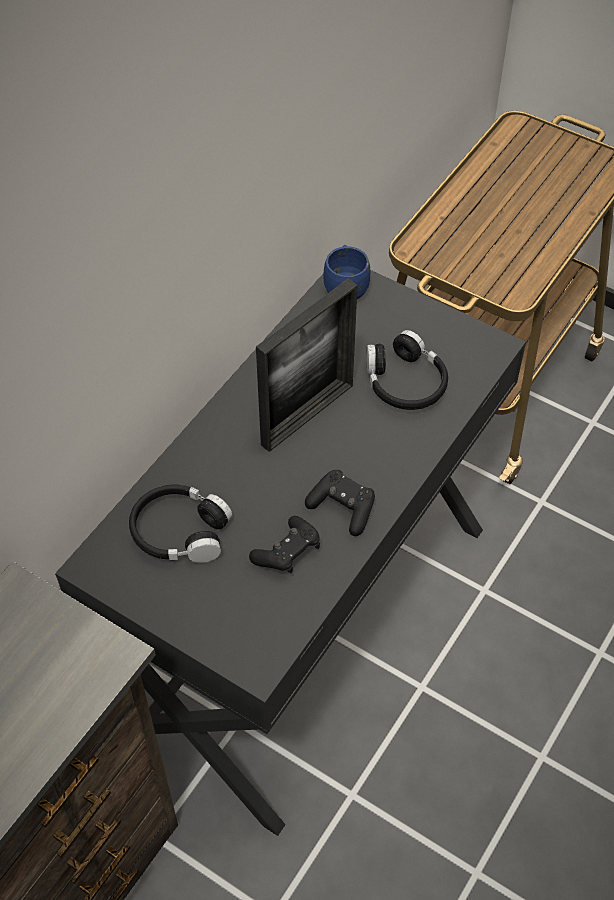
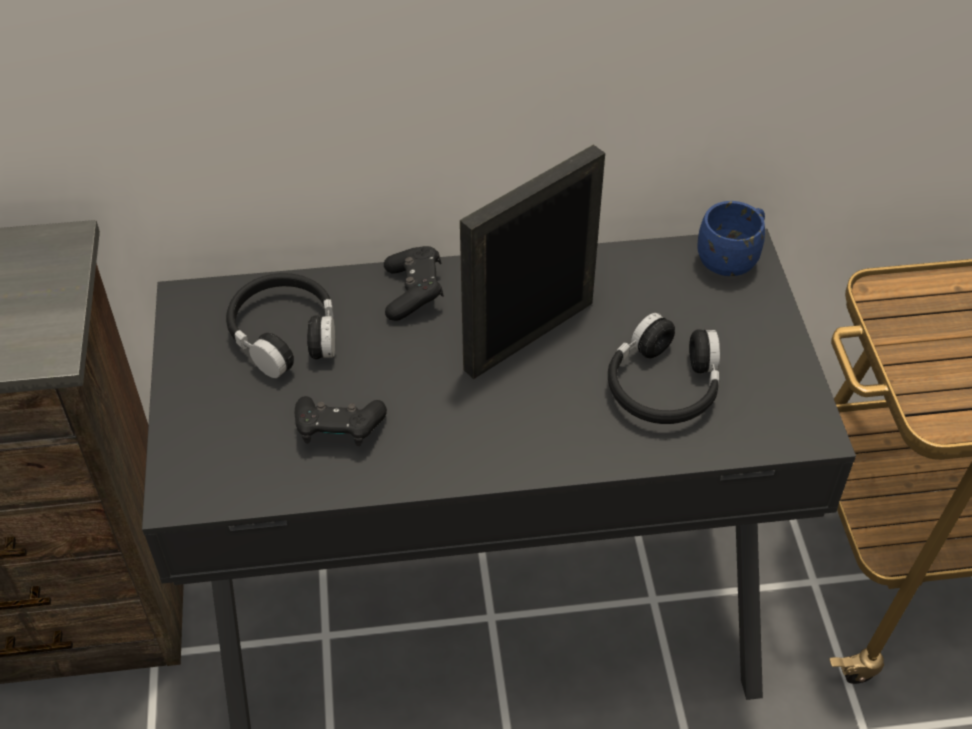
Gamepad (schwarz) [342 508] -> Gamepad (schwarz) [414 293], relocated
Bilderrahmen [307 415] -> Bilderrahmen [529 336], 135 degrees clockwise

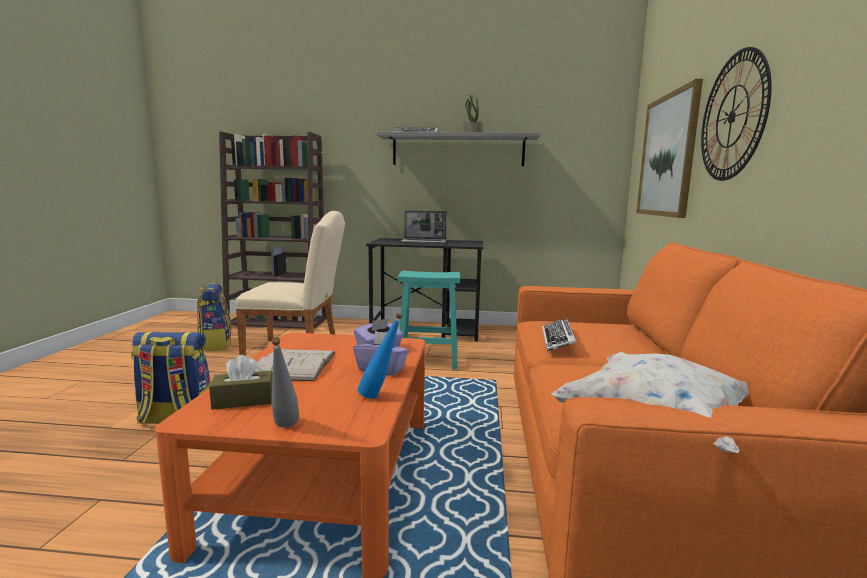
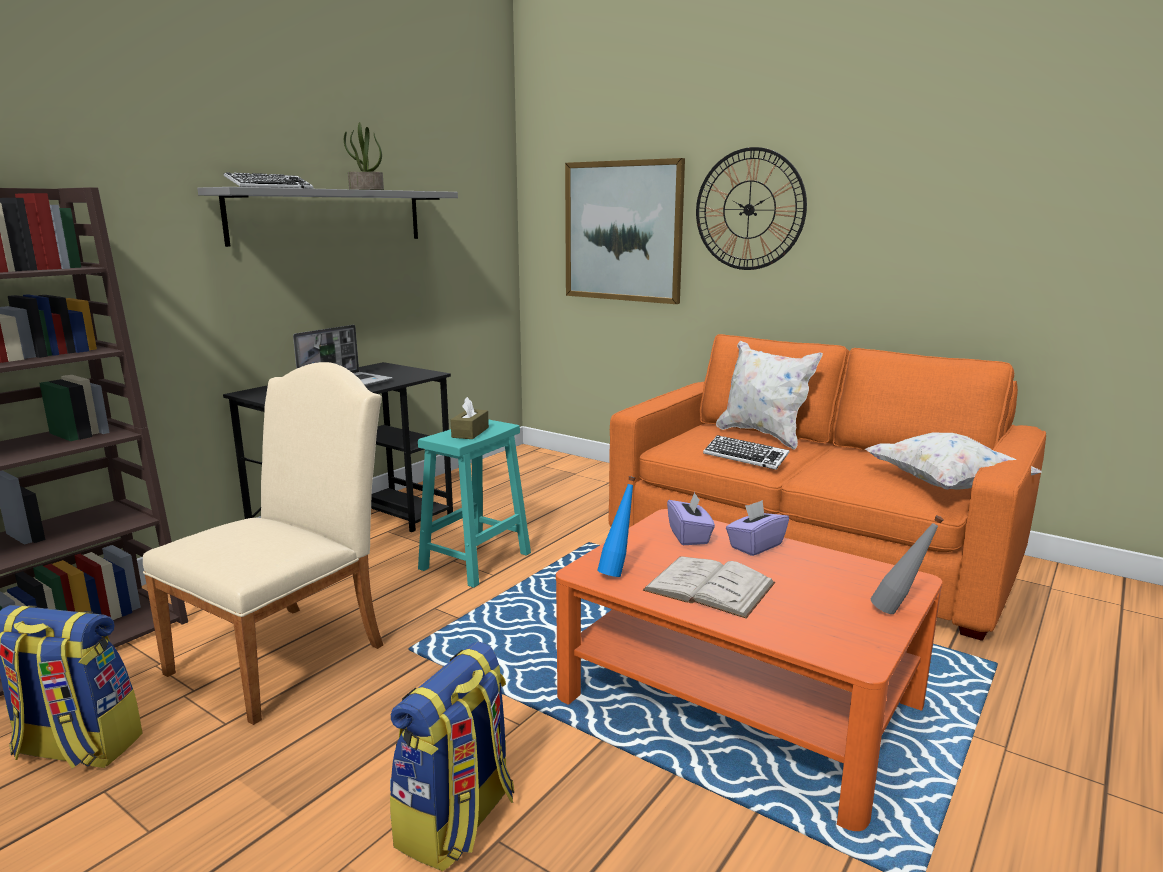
Taschentuchbox (braun) [243 400] -> Taschentuchbox (braun) [470 432], relocated
Flasche (blau) [380 397] -> Flasche (blau) [617 572], relocated
none -> Kissen (weiß) [763 435]

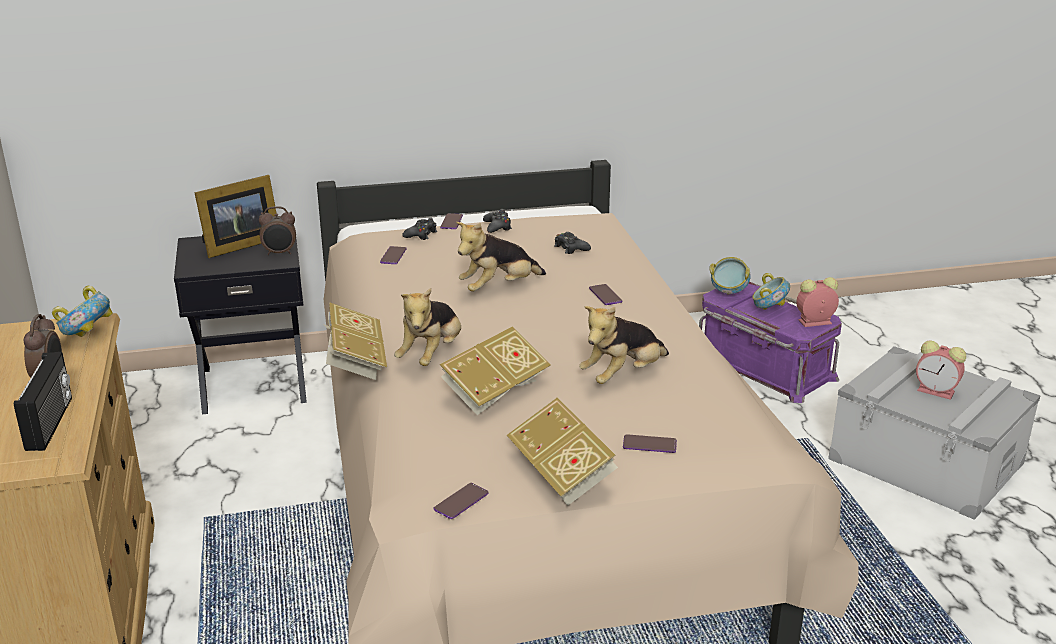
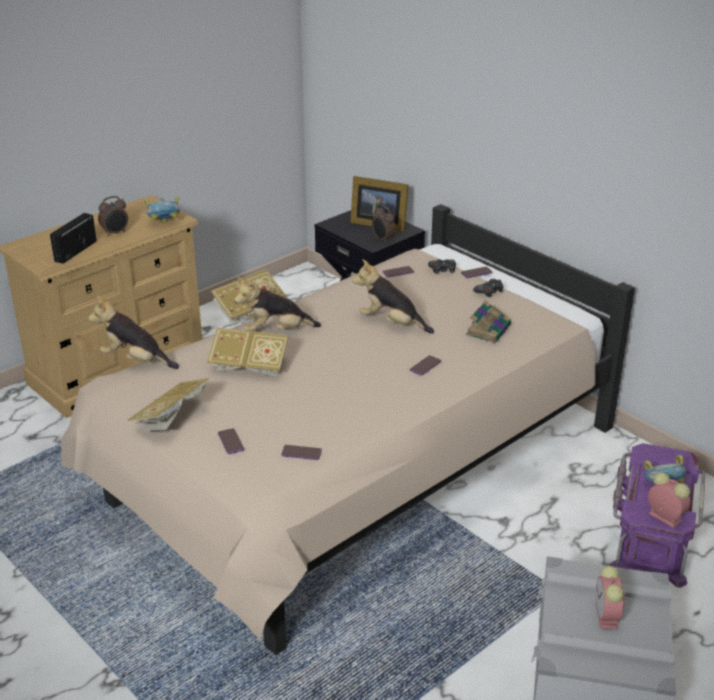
Radio [51 423] -> Radio [75 251], 150 degrees clockwise
Plüschtier [623 375] -> Plüschtier [135 360], relocated
Handy [461 502] -> Handy [301 453], relocated
Gamepad (schwarz) [571 248] -> Buch [488 329]
Schüssel [728 292] -> none

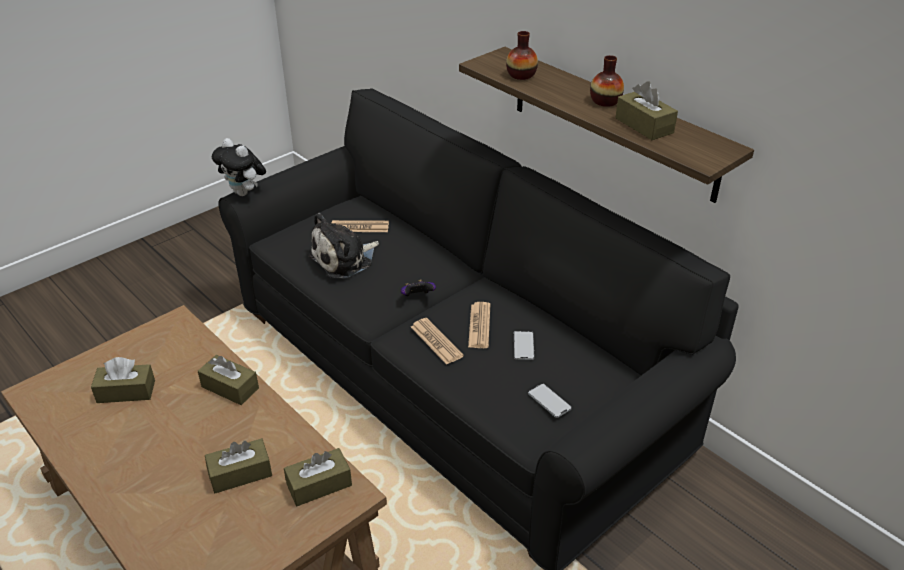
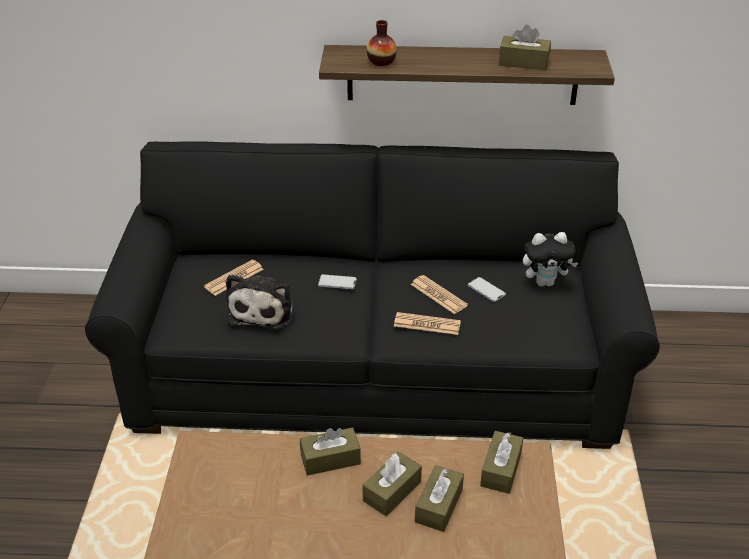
Handy [549 401] -> Handy [337 282], relocated
Taschentuchbox (braun) [126 391] -> Taschentuchbox (braun) [392 491], relocated
Plüschtier [244 193] -> Plüschtier [545 282], relocated
Gamepad [417 297] -> none
Vase [605 101] -> none

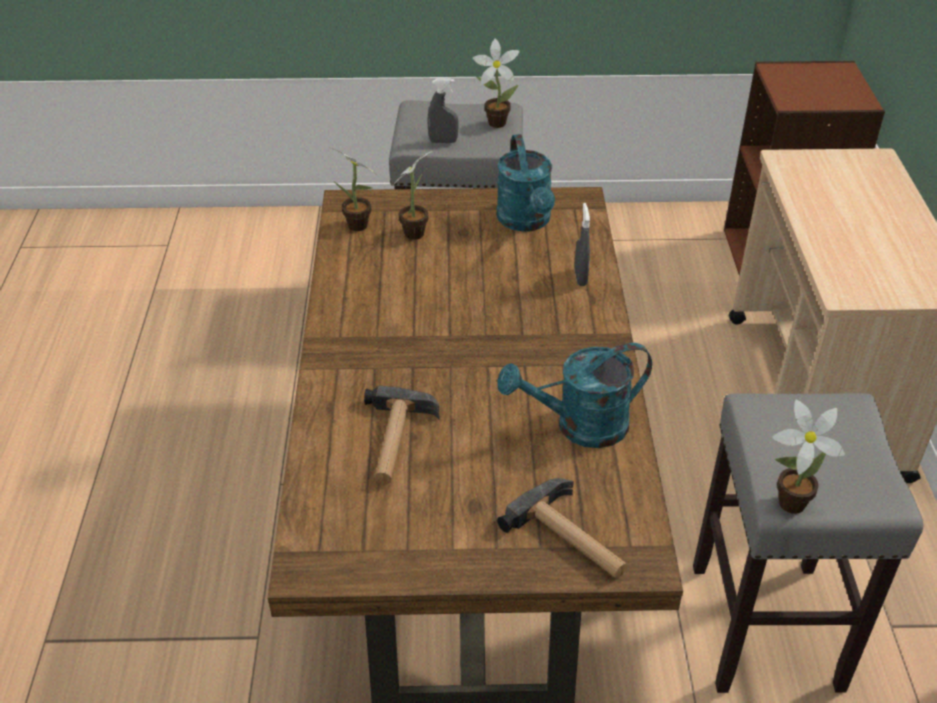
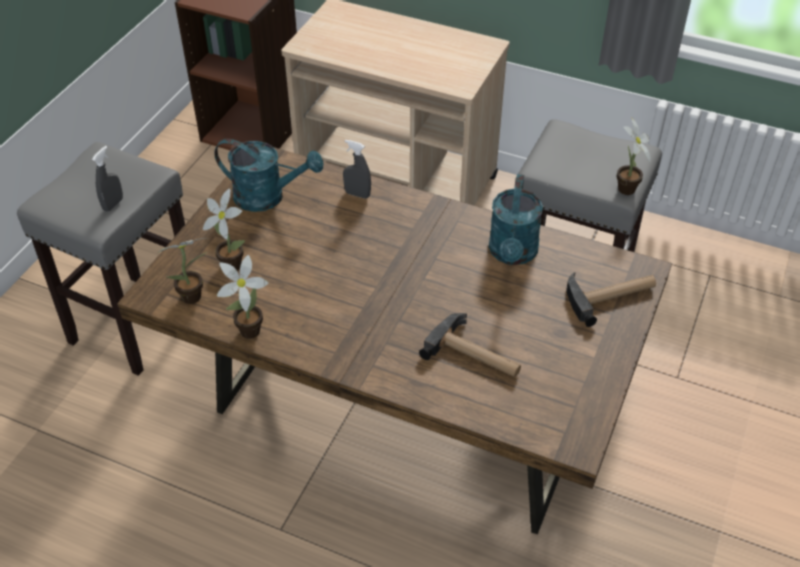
Topfpflanze [494 122] -> Topfpflanze [246 333], relocated

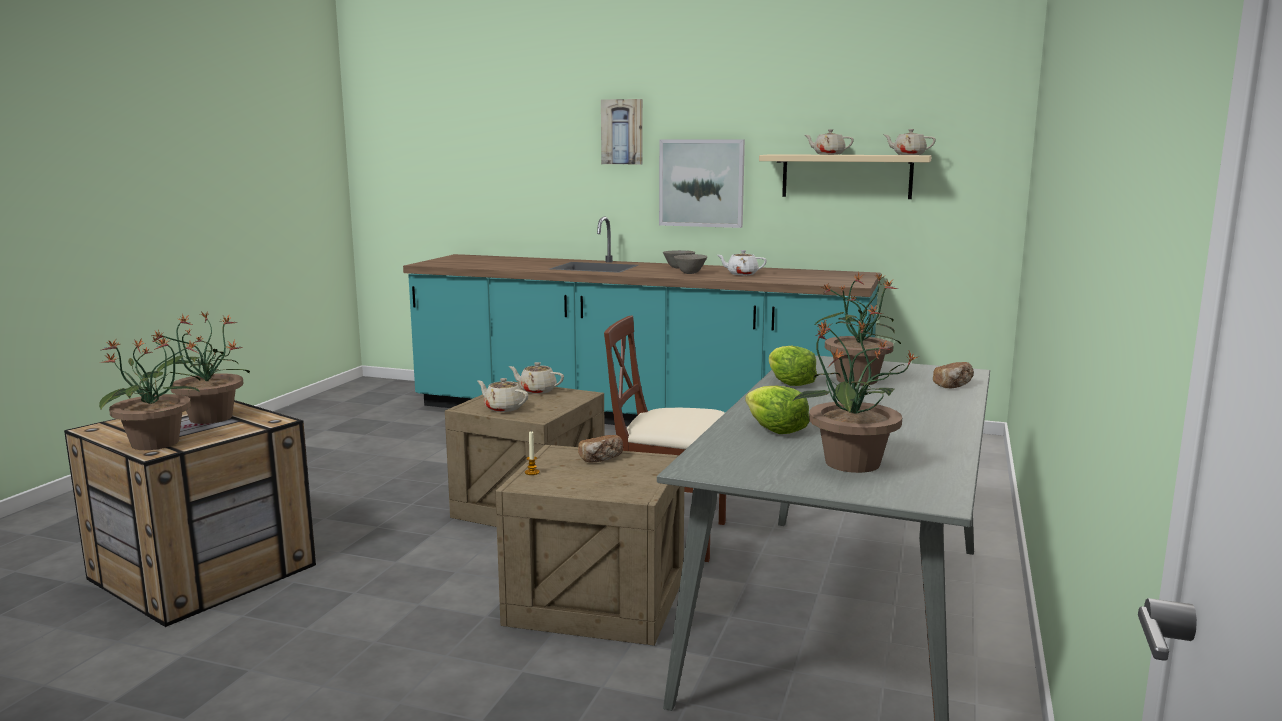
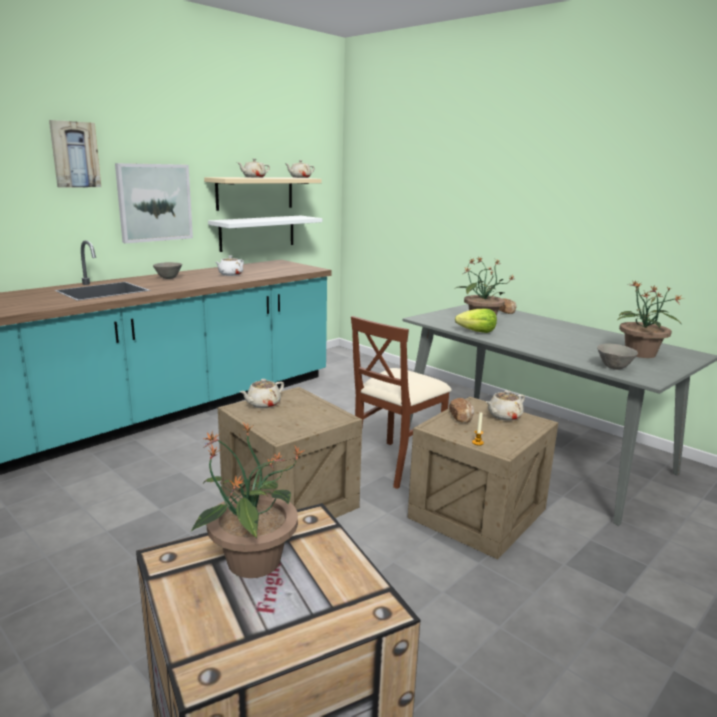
none -> Wandregal (weiß) [257 233]
Teekanne (beige) [503 408] -> Teekanne (beige) [503 416], relocated
Schüssel (grau) [690 273] -> Schüssel (grau) [614 368], relocated
Topfpflanze [156 443] -> none
Salatkopf [775 429] -> none

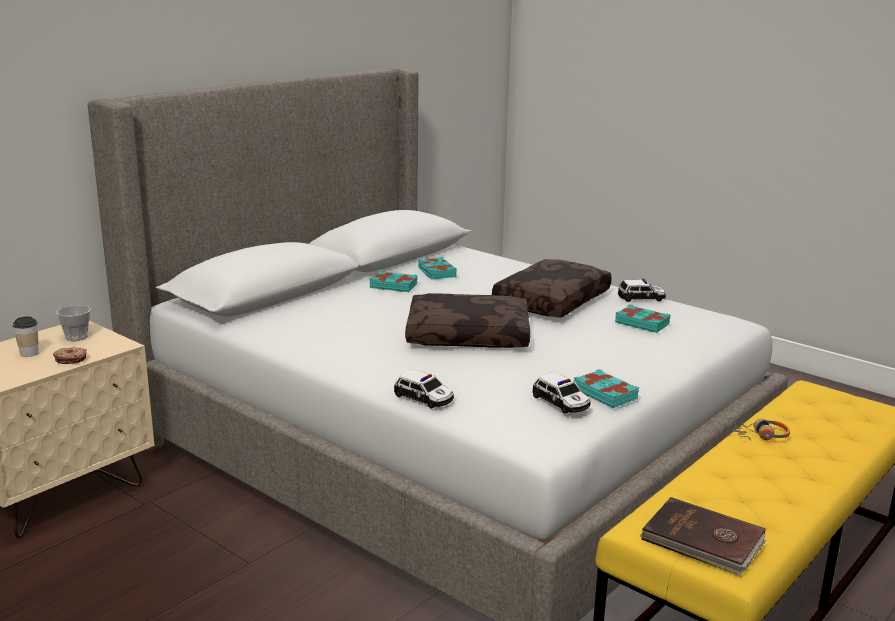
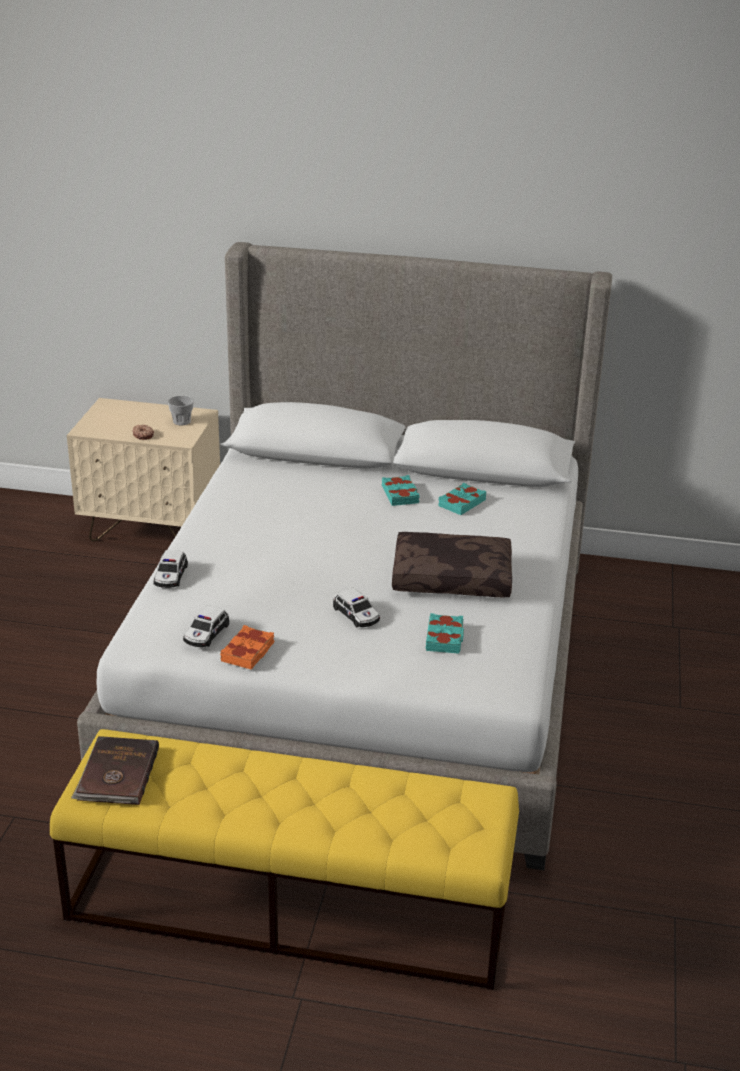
Buch (türkis) [605 394] -> Buch (orange) [248 652]
Spielzeugauto [641 297] -> Spielzeugauto [356 615], relocated
Tasse [29 353] -> none
Kissen (braun) [469 335] -> none
Kopfhörer [758 435] -> none

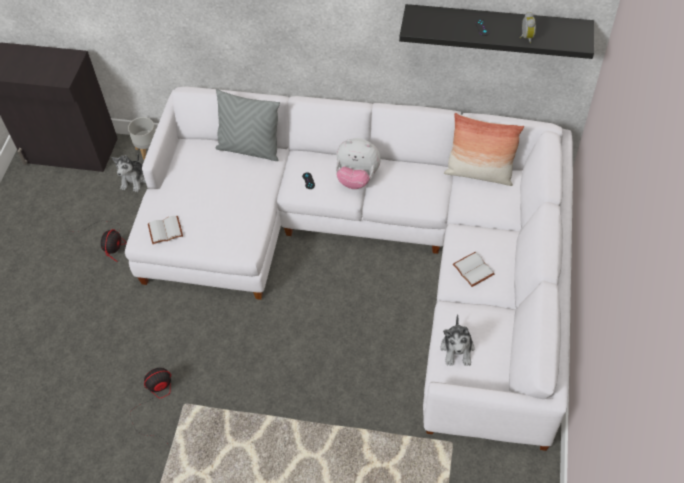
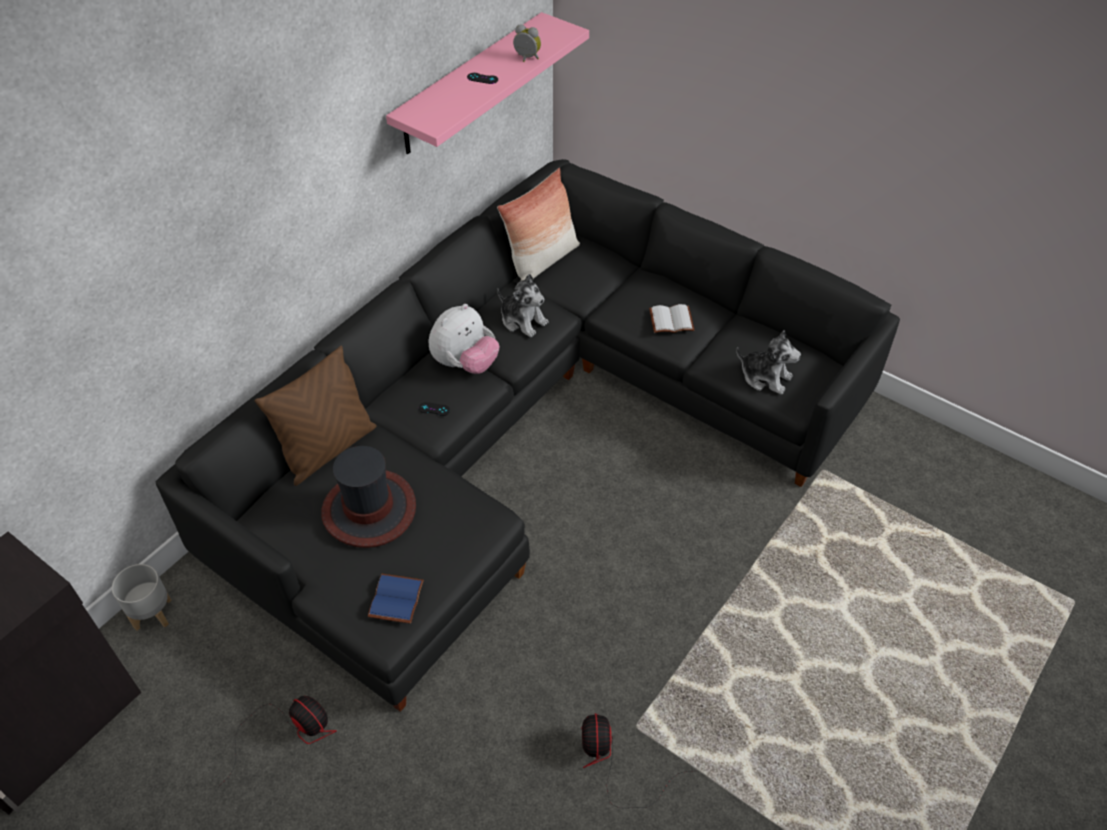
Sofa (weiß) [373 250] -> Sofa (schwarz) [527 430]
Kissen (grau) [249 149] -> Kissen (braun) [328 449]
none -> Hut [369 510]
Buch (weiß) [165 231] -> Buch (blau) [397 600]
Wandregal (schwarz) [496 28] -> Wandregal (rosa) [470 84]
Plüschtier [134 180] -> Plüschtier [523 320], relocated

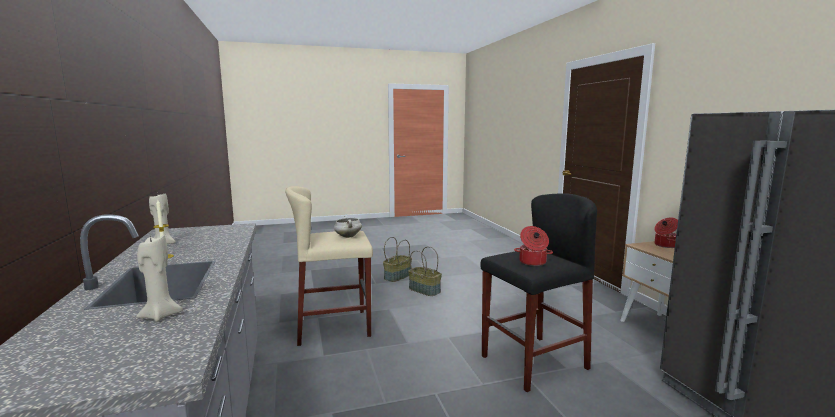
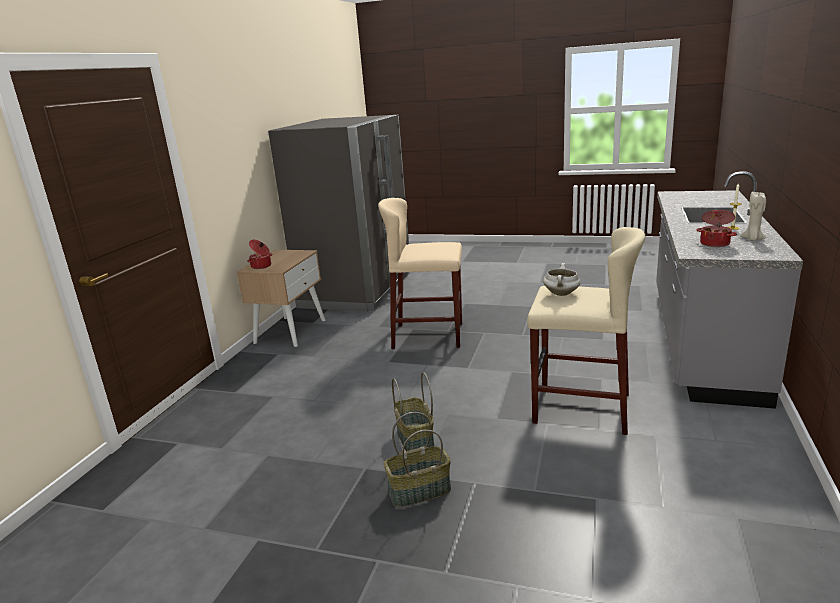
Hocker (schwarz) [534 362] -> Hocker (beige) [428 336]
Kochtopf [532 262] -> Kochtopf [715 243], relocated
Kerze (beige) [160 316] -> none

